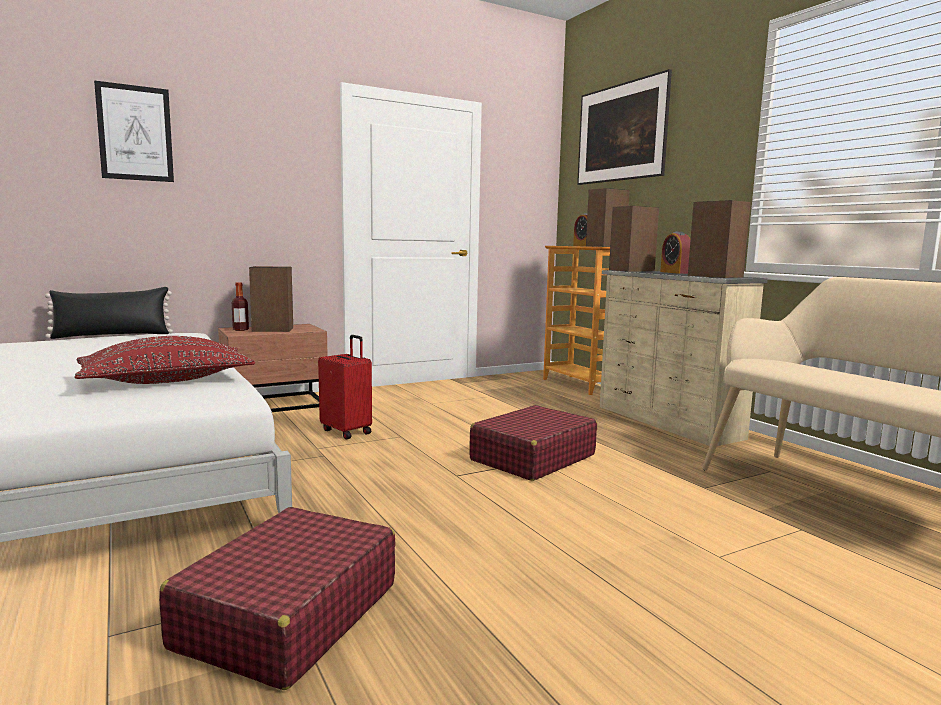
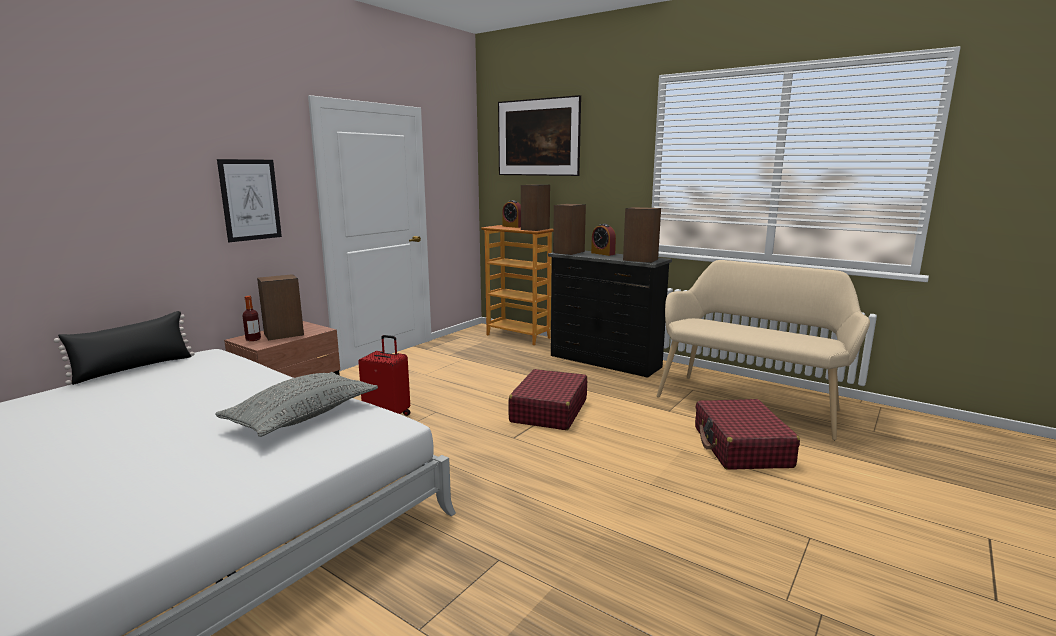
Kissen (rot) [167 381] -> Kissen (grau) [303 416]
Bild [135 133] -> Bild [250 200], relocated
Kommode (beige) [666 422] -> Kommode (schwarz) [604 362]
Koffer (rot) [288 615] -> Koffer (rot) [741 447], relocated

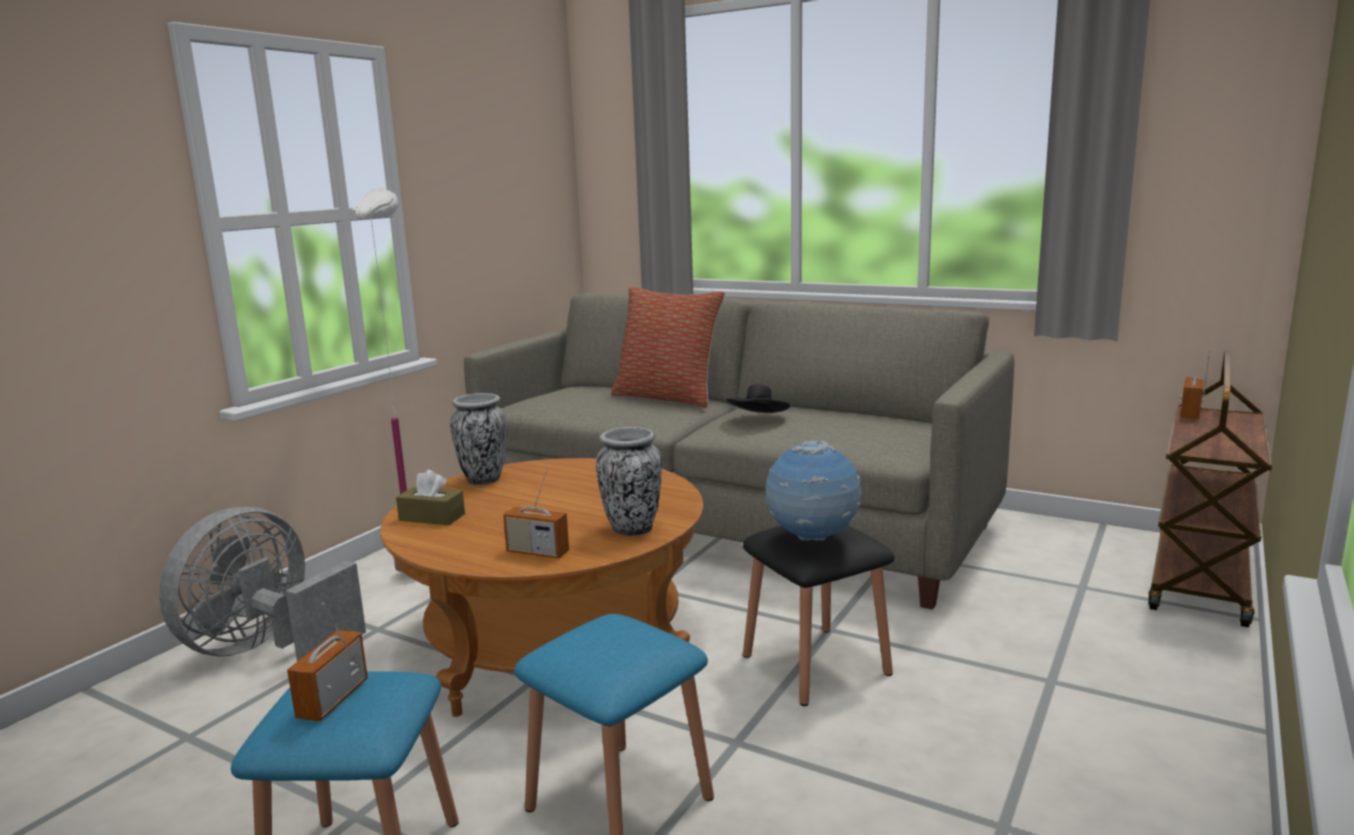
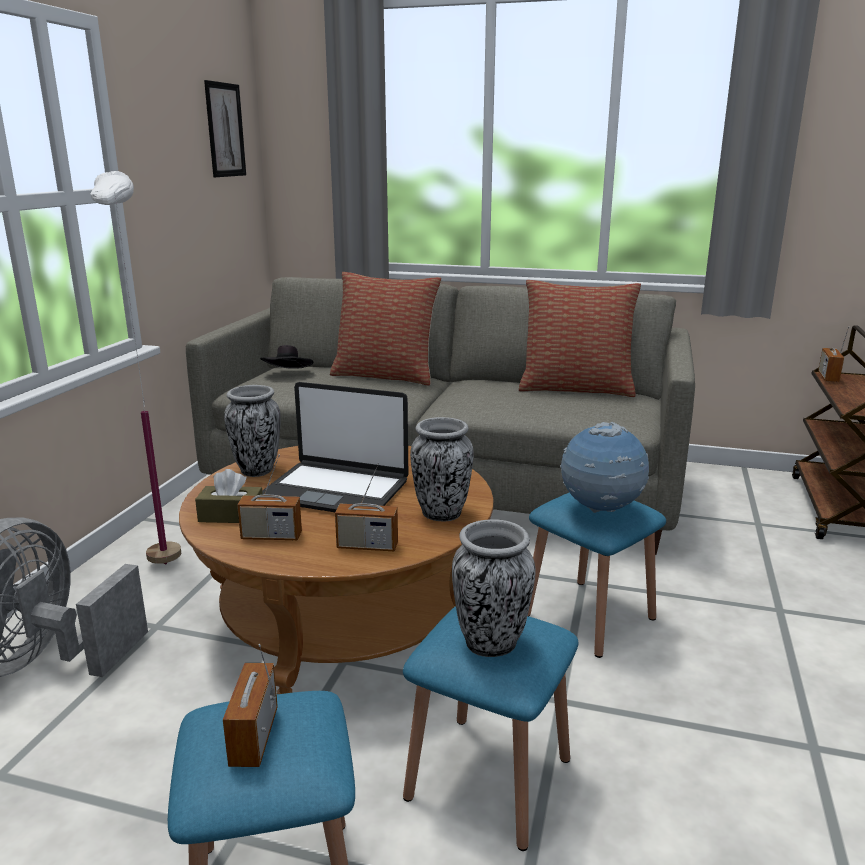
none -> Bild [225 130]
none -> Radio [271 536]
Hut (schwarz) [758 420] -> Hut (schwarz) [288 374], relocated
none -> Laptop [336 490]
none -> Vase [490 644]
none -> Kissen [576 389]
Hocker (schwarz) [816 664] -> Hocker (blau) [589 616]

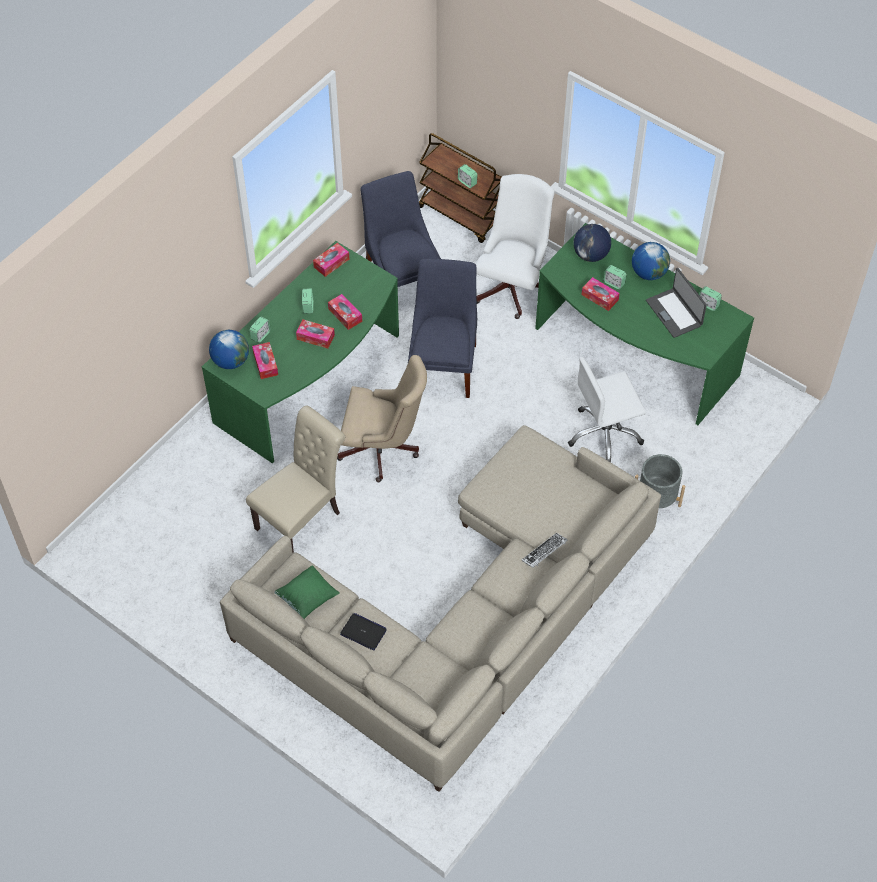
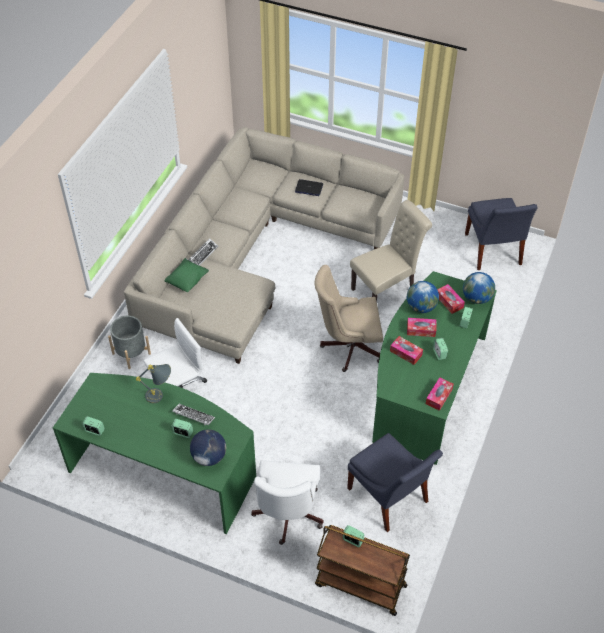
none -> Tischlampe (grau) [160 396]
Kissen (grün) [307 599] -> Kissen (grün) [187 281], relocated
Taschentuchbox [600 297] -> Tastatur [193 416]
Stuhl (beige) [302 518] -> Stuhl (beige) [386 289], 150 degrees counterclockwise
Globus [648 273] -> Globus [421 307], relocated
Stuhl (blau) [444 365] -> Stuhl (blau) [493 251], relocated
Laptop [674 313] -> none

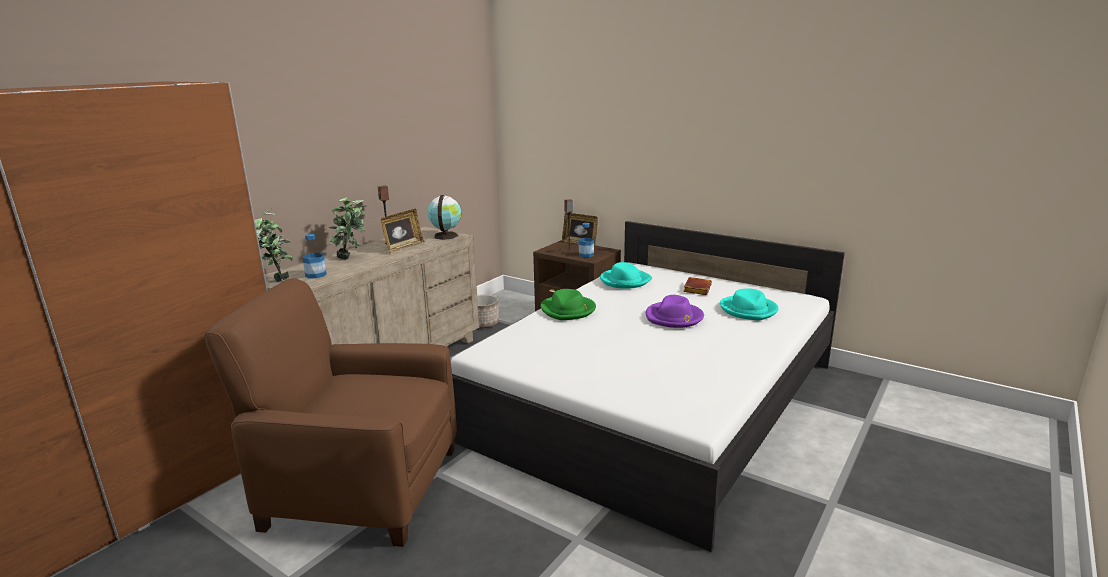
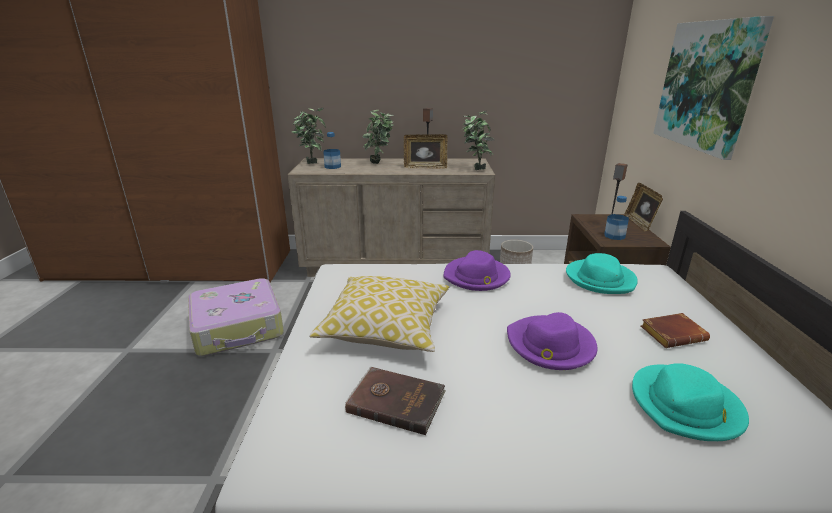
Sessel (braun) [361 487] -> Koffer [238 327]
none -> Kissen [386 327]
none -> Buch (braun) [396 401]
Hut (grün) [568 310] -> Hut (lila) [476 276]
Globus [445 235] -> Topfpflanze [475 169]
none -> Bild [706 86]

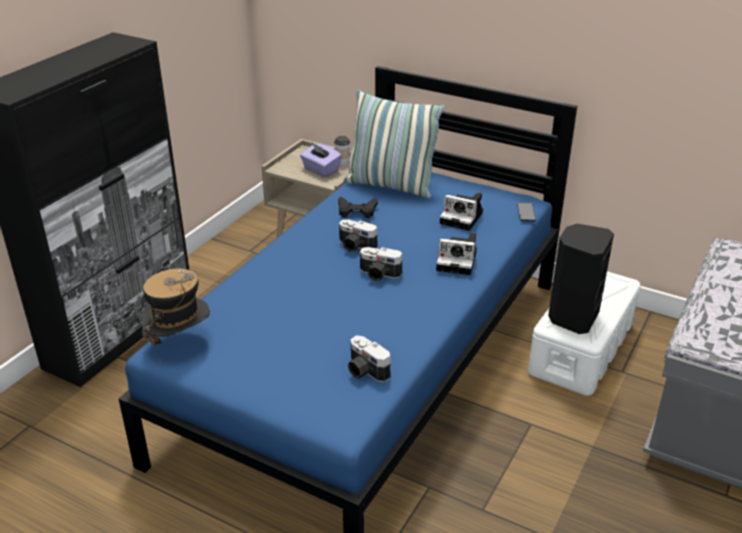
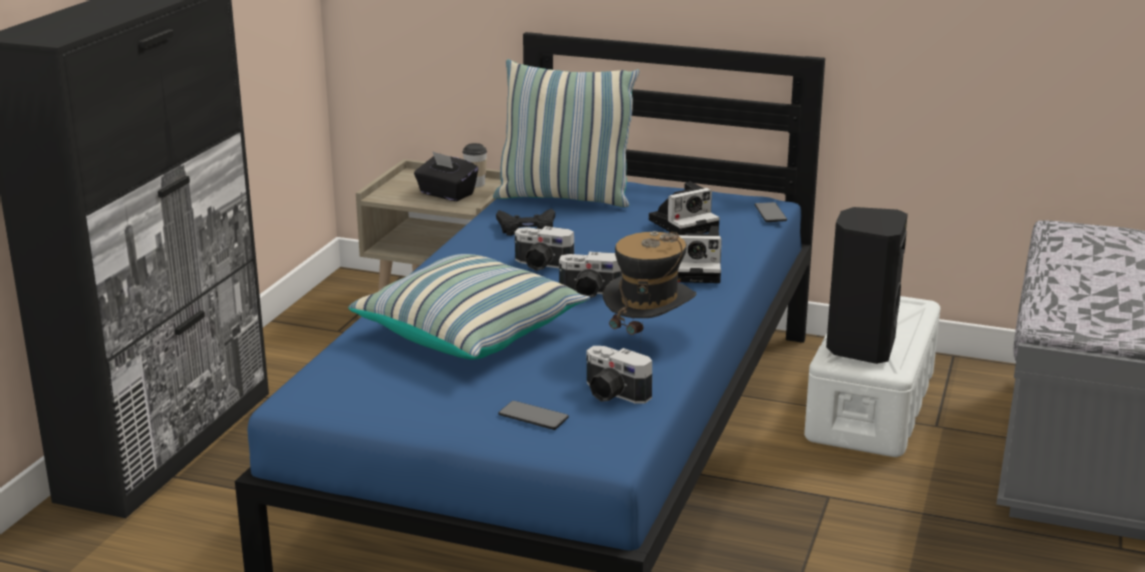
none -> Kissen [471 332]
Taschentuchbox (lila) [320 170] -> Taschentuchbox (schwarz) [446 194]
none -> Handy [533 417]
Hut [180 343] -> Hut [648 342], relocated
Kamera [463 218] -> Kamera [685 224], 45 degrees counterclockwise

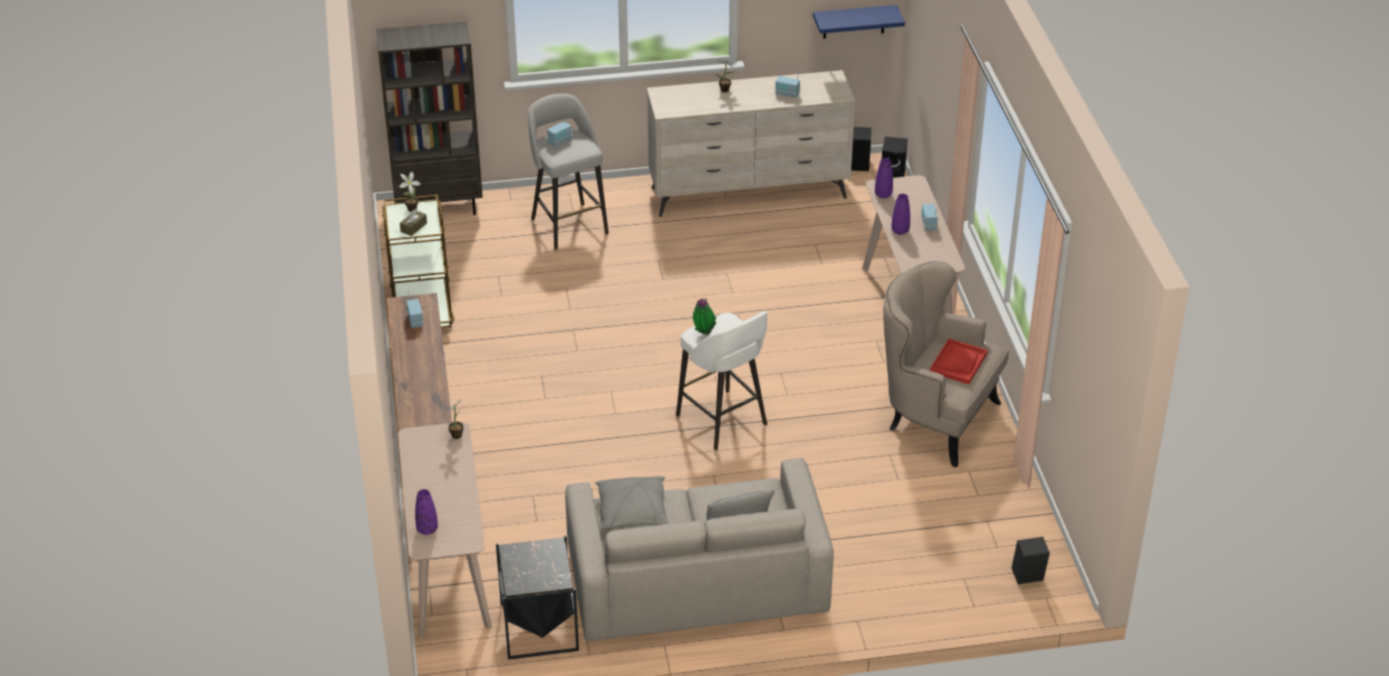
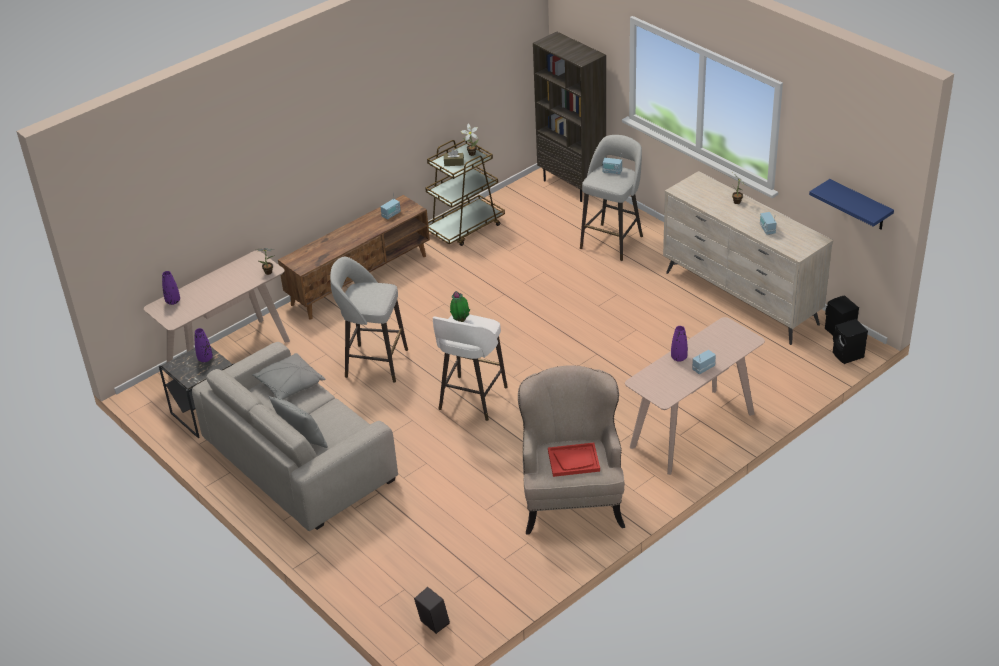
Vase (lila) [883 195] -> Vase (lila) [205 359], relocated
none -> Hocker (grau) [374 363]

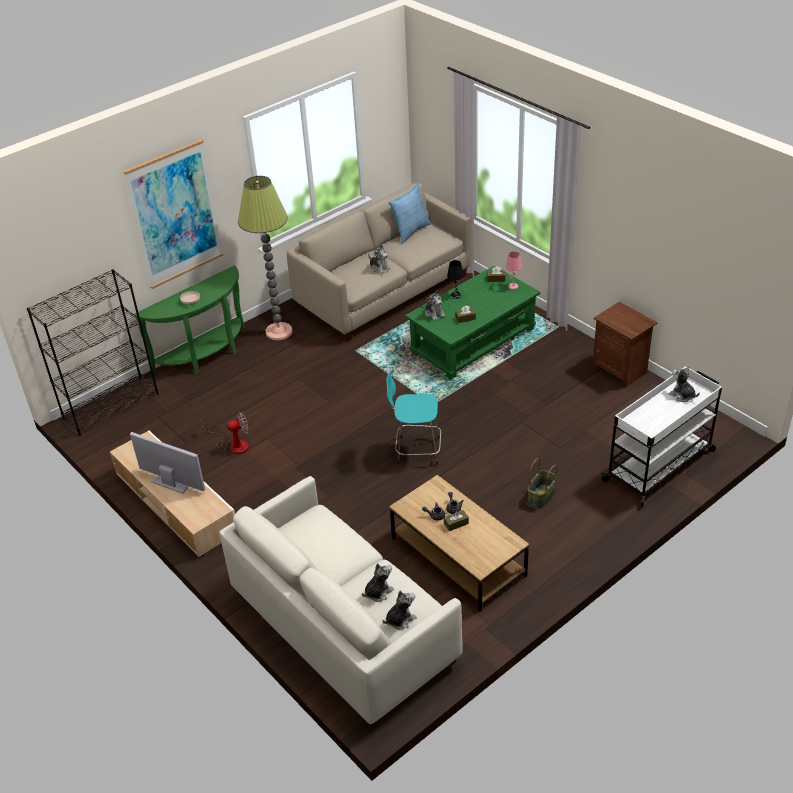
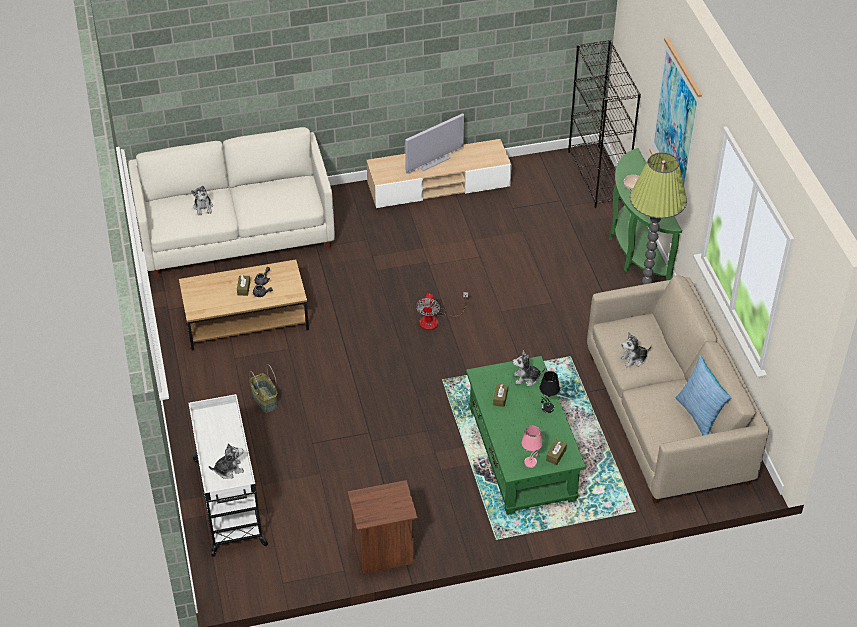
Ventilator [233 445] -> Ventilator [435 320], relocated
Plüschtier [400 619] -> none
Hocker (türkis) [416 451] -> none

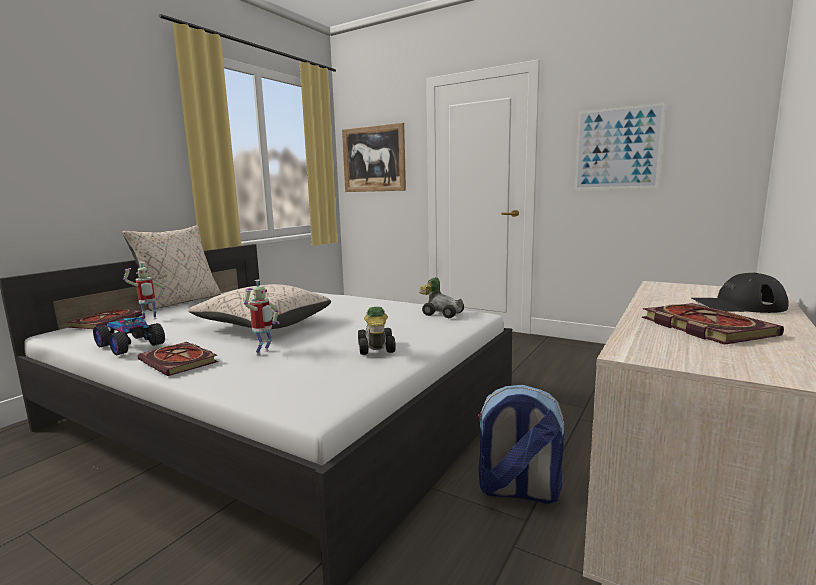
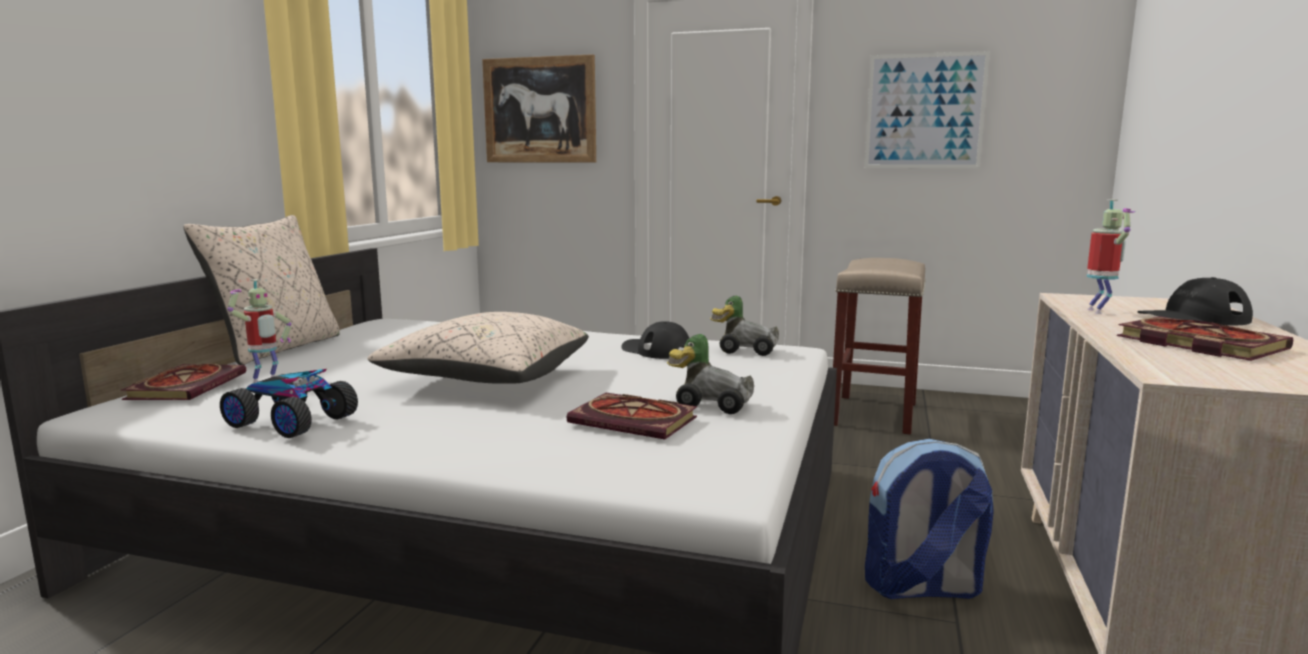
Buch [180 362] -> Buch [637 421], relocated
none -> Kappe (schwarz) [656 350]
Spielzeugauto [375 349] -> Spielzeugauto [711 404], 135 degrees clockwise
none -> Hocker (beige) [873 413]
Spielzeugroboter [264 353] -> Spielzeugroboter [1099 311], relocated

